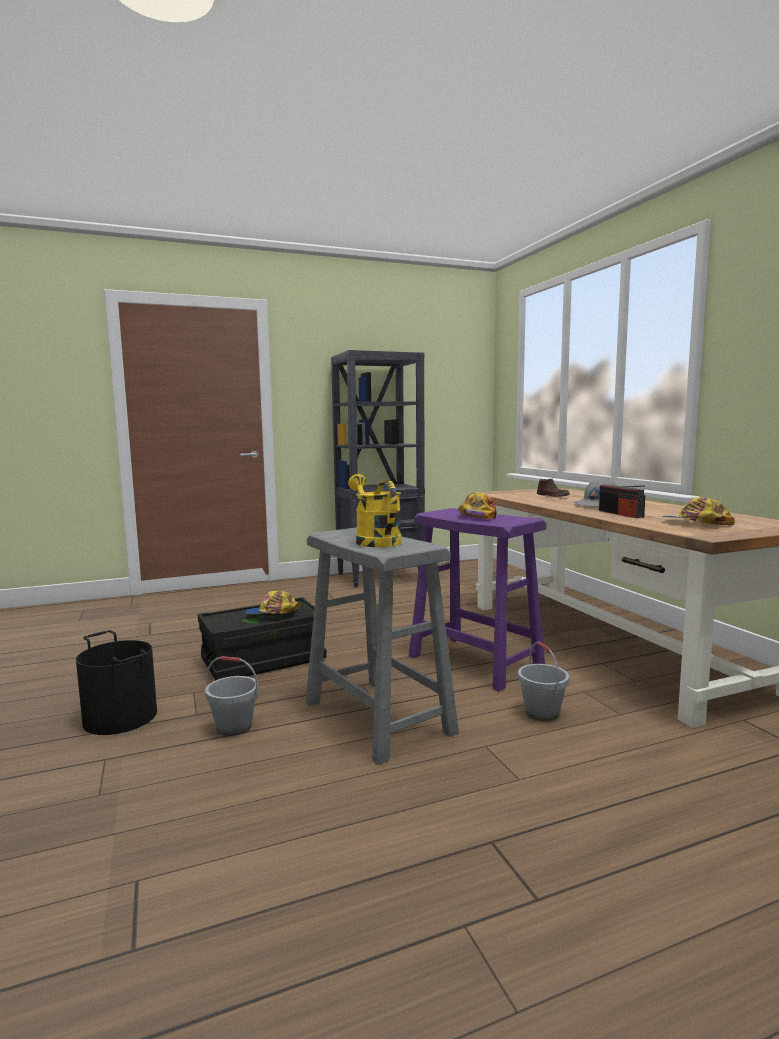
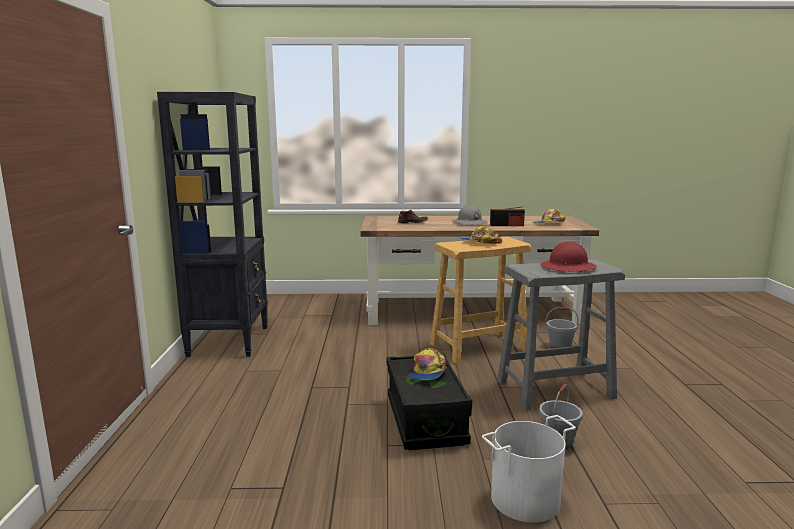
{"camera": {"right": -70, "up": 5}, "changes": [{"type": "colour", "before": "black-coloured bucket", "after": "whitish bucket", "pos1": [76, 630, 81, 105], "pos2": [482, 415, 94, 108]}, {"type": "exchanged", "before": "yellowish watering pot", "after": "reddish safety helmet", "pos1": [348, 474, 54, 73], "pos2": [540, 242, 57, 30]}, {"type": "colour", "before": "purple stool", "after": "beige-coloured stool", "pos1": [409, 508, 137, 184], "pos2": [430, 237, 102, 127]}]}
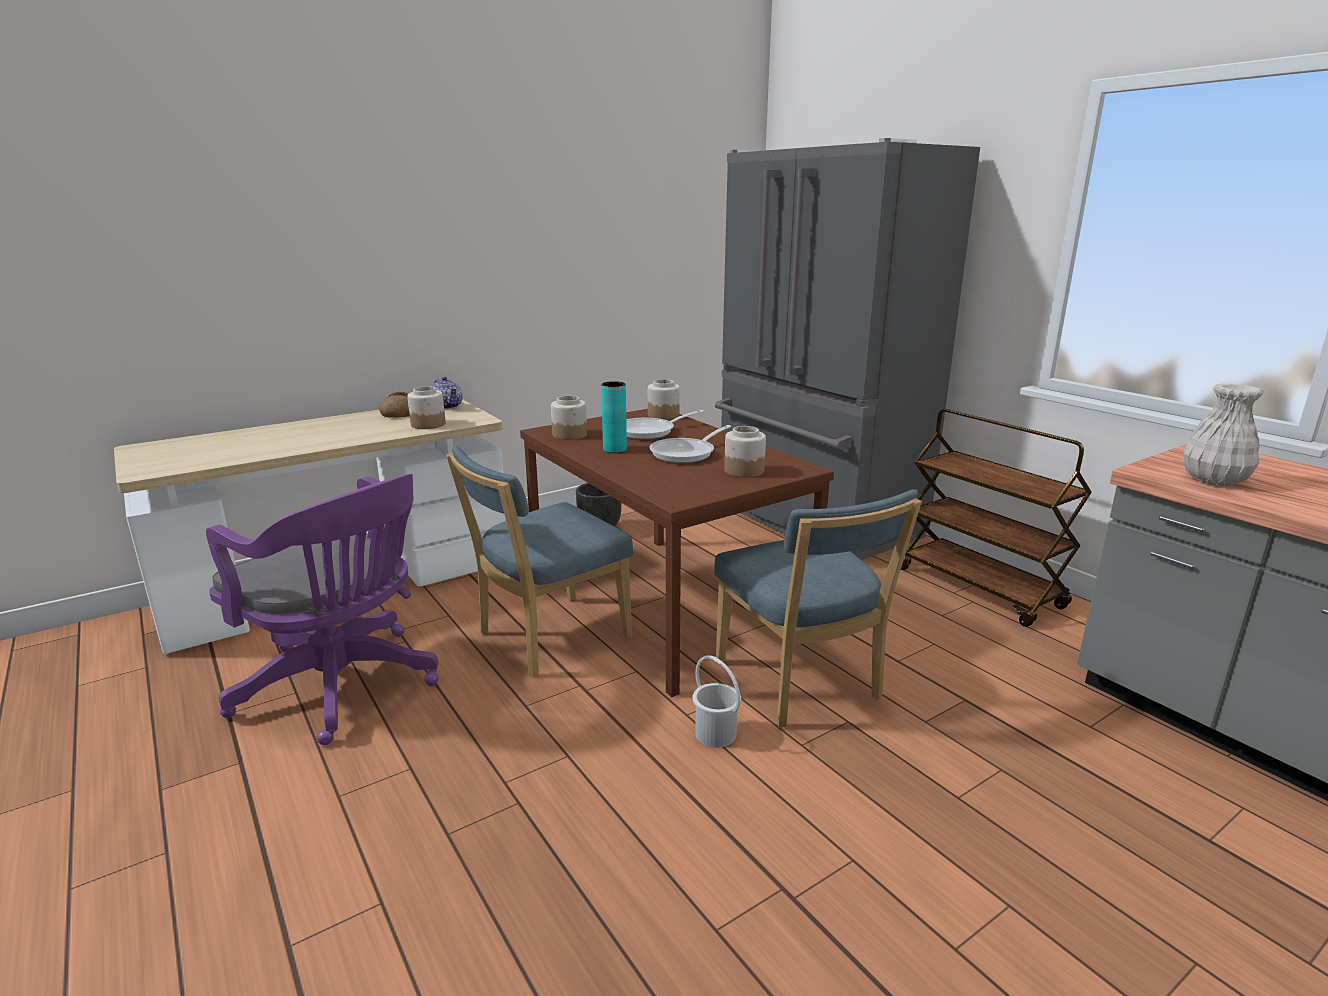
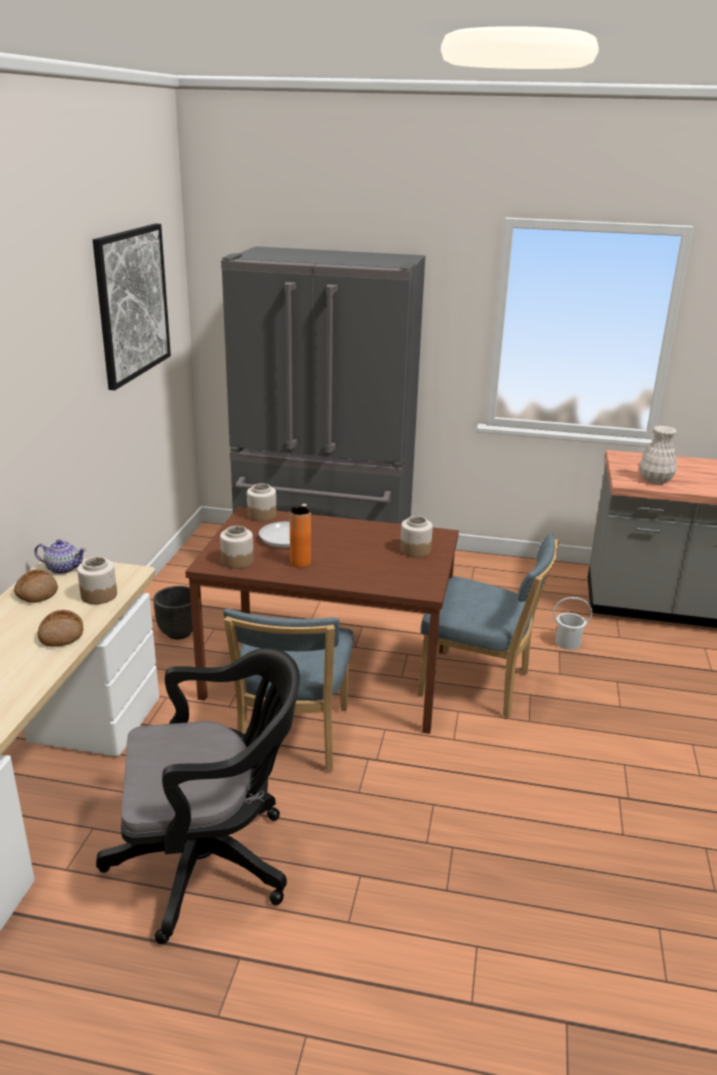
{"camera": {"right": -45, "up": 5}, "changes": [{"type": "colour", "before": "purple computer chair", "after": "black-coloured computer chair", "pos1": [206, 474, 233, 271], "pos2": [96, 648, 204, 296]}, {"type": "colour", "before": "turquoise-coloured vase", "after": "orangey vase", "pos1": [601, 381, 26, 72], "pos2": [290, 506, 21, 62]}, {"type": "missing", "before": "skillet", "pos1": [649, 425, 82, 38]}, {"type": "relocated", "before": "whitish bucket", "pos1": [693, 655, 48, 93], "pos2": [553, 597, 39, 53]}, {"type": "missing", "before": "brown-coloured cart", "pos1": [901, 409, 191, 218]}, {"type": "appeared", "after": "bread", "pos2": [38, 610, 45, 37]}, {"type": "appeared", "after": "wall art", "pos2": [93, 224, 78, 166]}]}
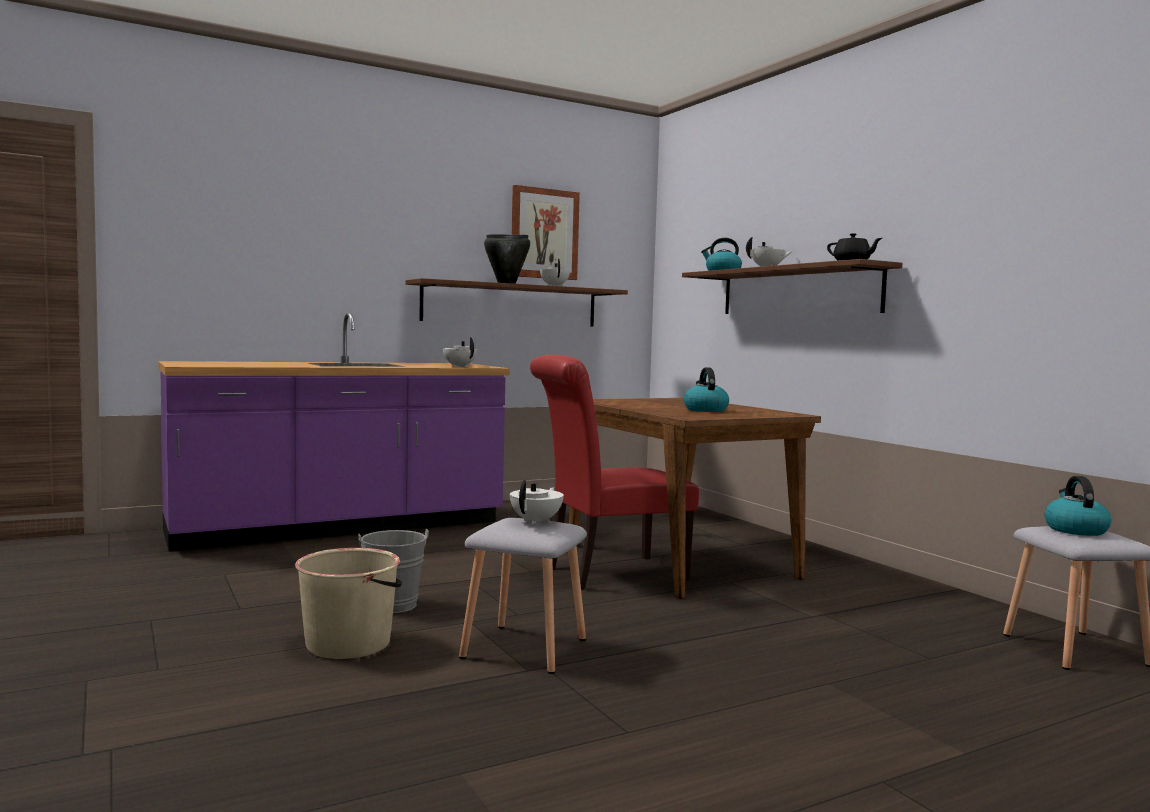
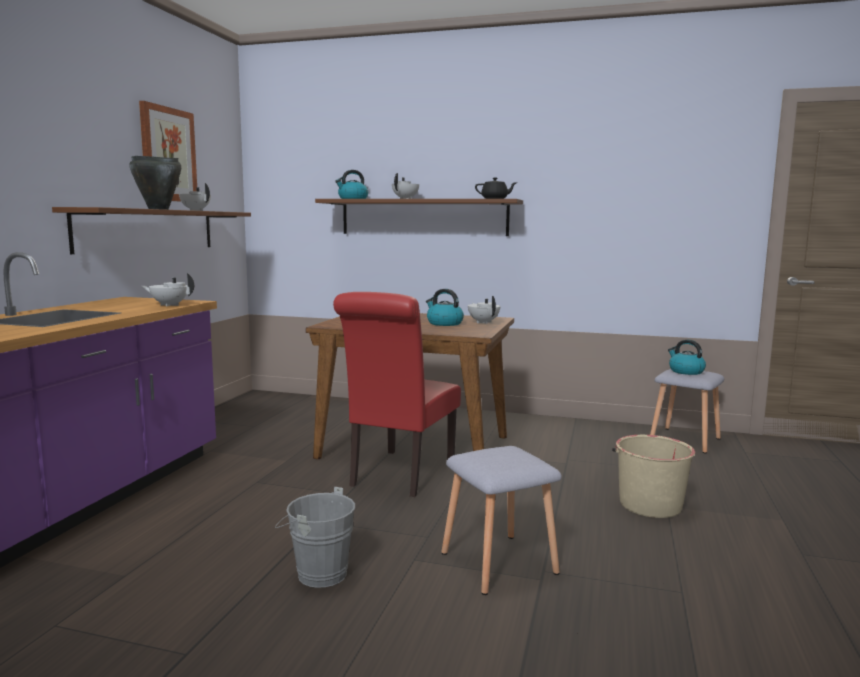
{"camera": {"right": -45, "up": 5}, "changes": [{"type": "relocated", "before": "beige-coloured bucket", "pos1": [295, 548, 107, 111], "pos2": [612, 435, 84, 83]}, {"type": "relocated", "before": "whitish tea pot", "pos1": [510, 479, 54, 46], "pos2": [468, 296, 32, 28]}]}
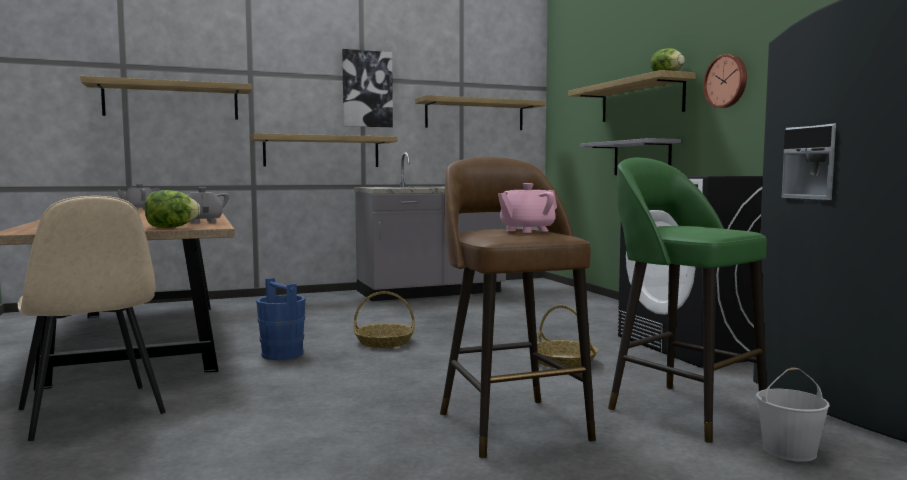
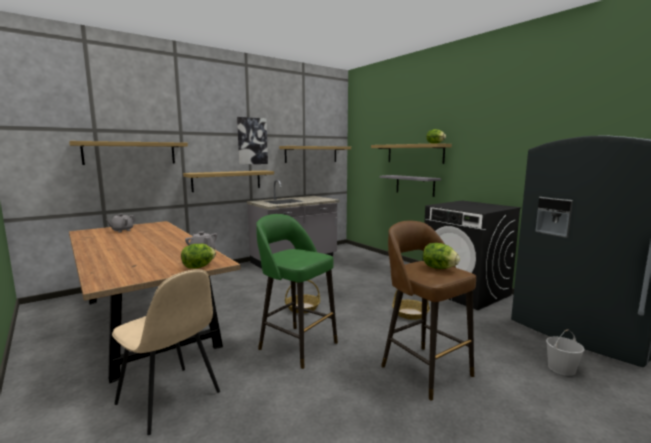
{"camera": {"right": -15, "up": 5}, "changes": [{"type": "missing", "before": "blue-coloured bucket", "pos1": [256, 278, 50, 82]}, {"type": "exchanged", "before": "pink tea pot", "after": "lettuce head", "pos1": [498, 183, 59, 50], "pos2": [423, 243, 37, 26]}, {"type": "relocated", "before": "green-coloured stool", "pos1": [608, 158, 159, 286], "pos2": [256, 214, 82, 155]}, {"type": "missing", "before": "hanging clock", "pos1": [703, 54, 44, 54]}]}
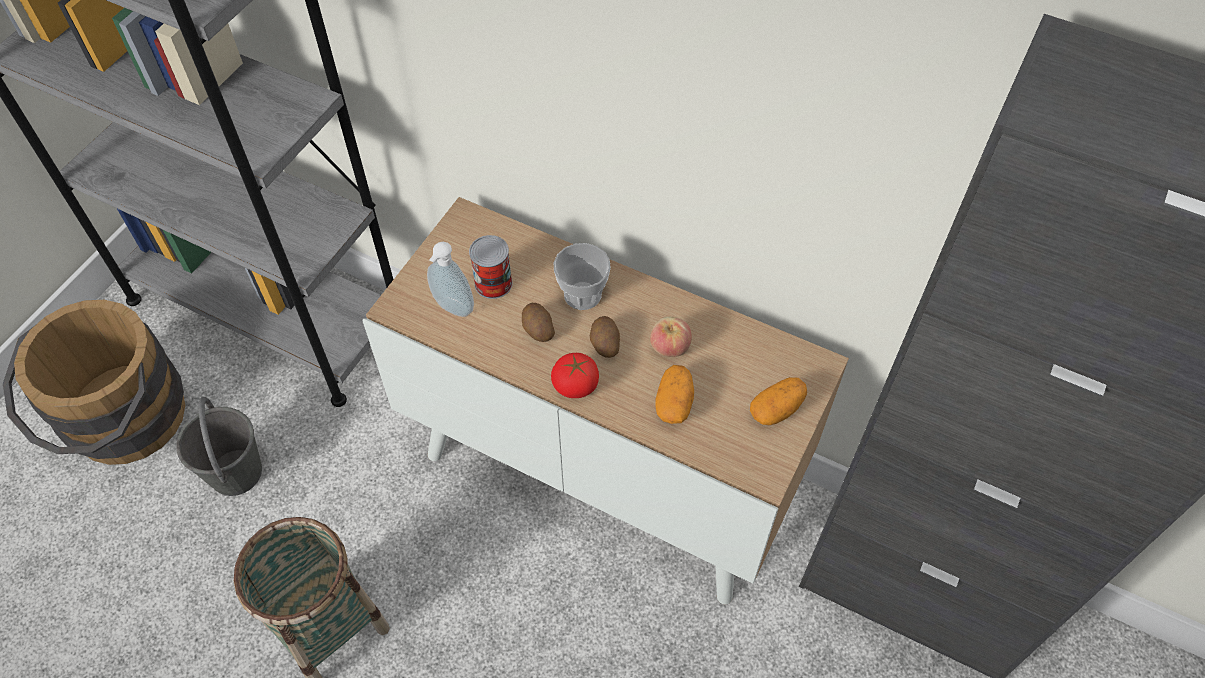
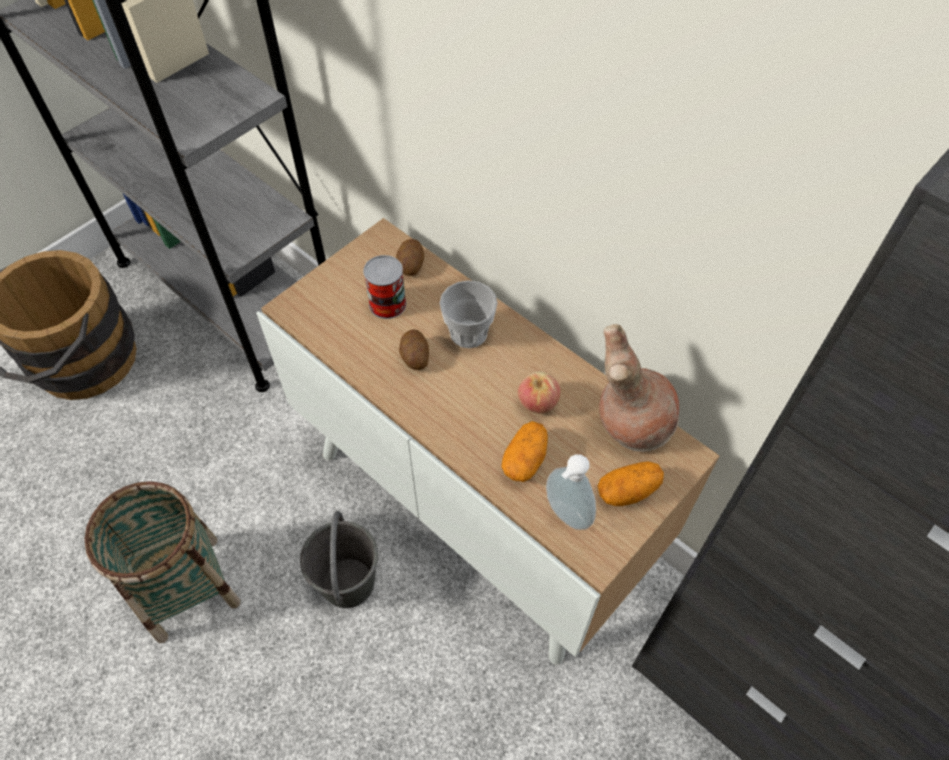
{"camera": {"right": 15, "up": 0}, "changes": [{"type": "relocated", "before": "gray bucket", "pos1": [176, 397, 86, 99], "pos2": [300, 511, 78, 97]}, {"type": "relocated", "before": "liquid soap bottle", "pos1": [427, 242, 47, 75], "pos2": [546, 454, 50, 76]}, {"type": "missing", "before": "tomato", "pos1": [551, 353, 48, 45]}, {"type": "relocated", "before": "spud", "pos1": [590, 316, 30, 42], "pos2": [396, 239, 28, 37]}, {"type": "appeared", "after": "brown-coloured vase", "pos2": [599, 324, 80, 128]}]}
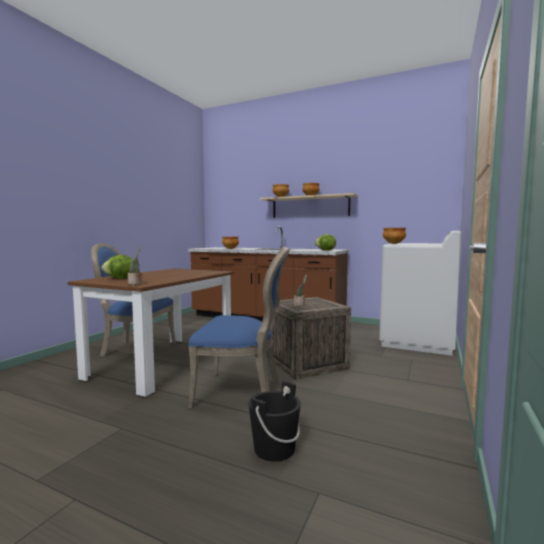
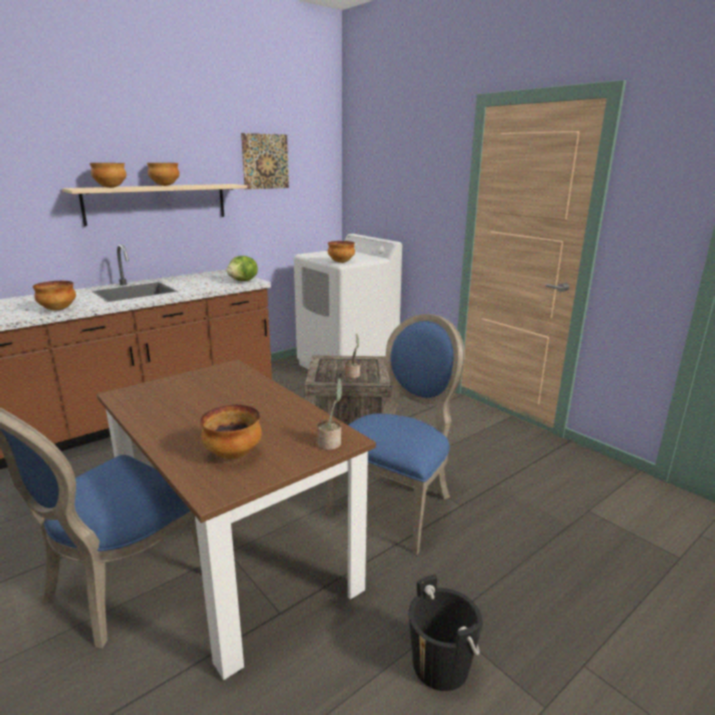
{"camera": {"right": -65, "up": 15}, "changes": [{"type": "exchanged", "before": "lettuce head", "after": "serving bowl", "pos1": [102, 255, 31, 24], "pos2": [200, 405, 62, 54]}, {"type": "relocated", "before": "black-coloured bucket", "pos1": [248, 381, 53, 81], "pos2": [409, 575, 74, 116]}, {"type": "appeared", "after": "wall art", "pos2": [241, 133, 48, 56]}]}
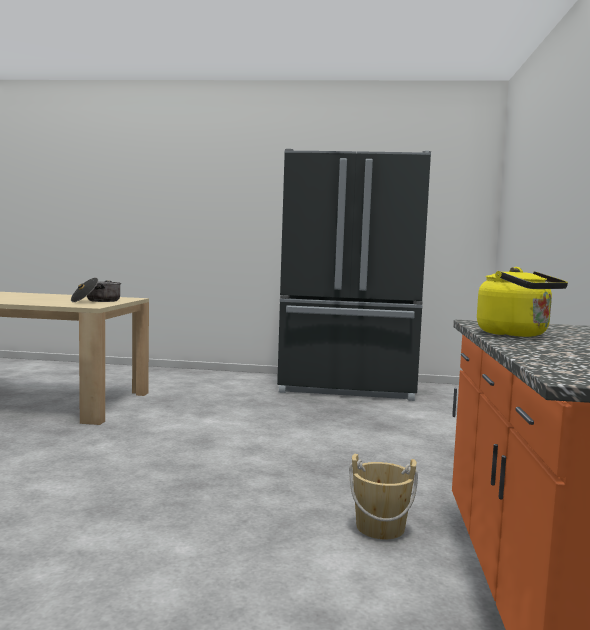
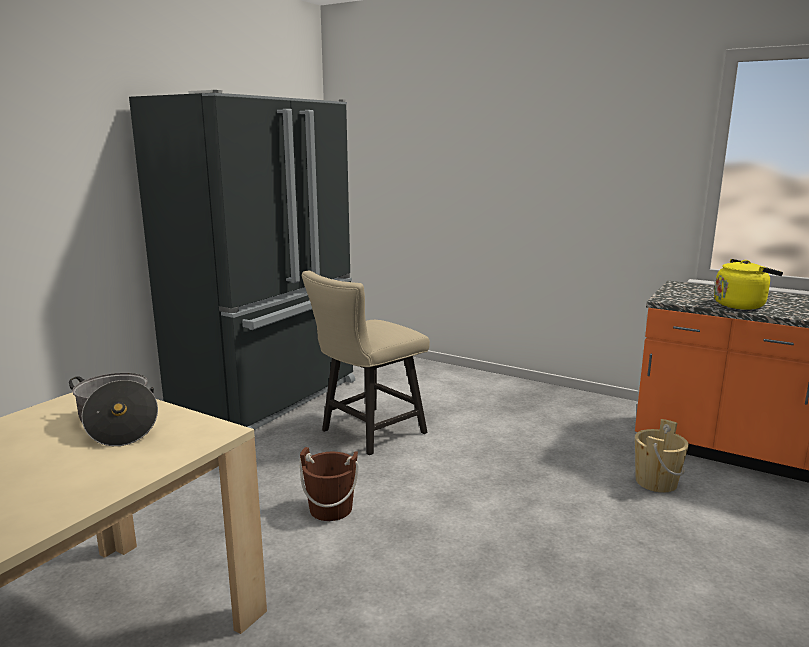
{"camera": {"right": -65, "up": 10}, "changes": [{"type": "appeared", "after": "brown-coloured bucket", "pos2": [300, 447, 59, 74]}, {"type": "appeared", "after": "beige-coloured plain chair", "pos2": [301, 271, 129, 184]}]}
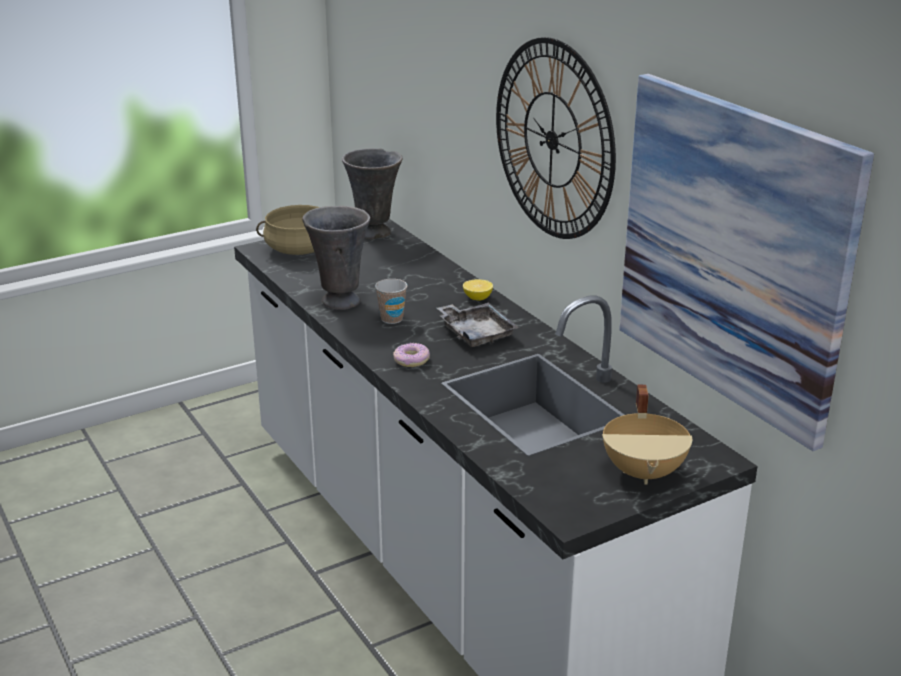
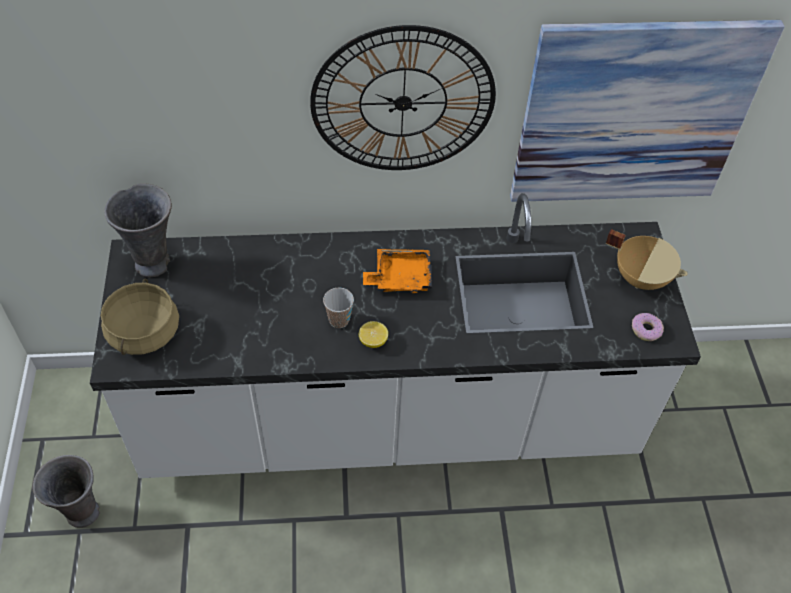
{"camera": {"right": -65, "up": 25}, "changes": [{"type": "relocated", "before": "gray vase", "pos1": [302, 206, 68, 104], "pos2": [33, 455, 67, 73]}, {"type": "relocated", "before": "doughnut", "pos1": [393, 343, 37, 24], "pos2": [632, 313, 32, 28]}, {"type": "colour", "before": "gray carrying tray", "after": "orangey carrying tray", "pos1": [437, 303, 82, 44], "pos2": [363, 249, 69, 44]}, {"type": "relocated", "before": "citrus fruit", "pos1": [463, 279, 30, 22], "pos2": [359, 321, 29, 27]}]}
